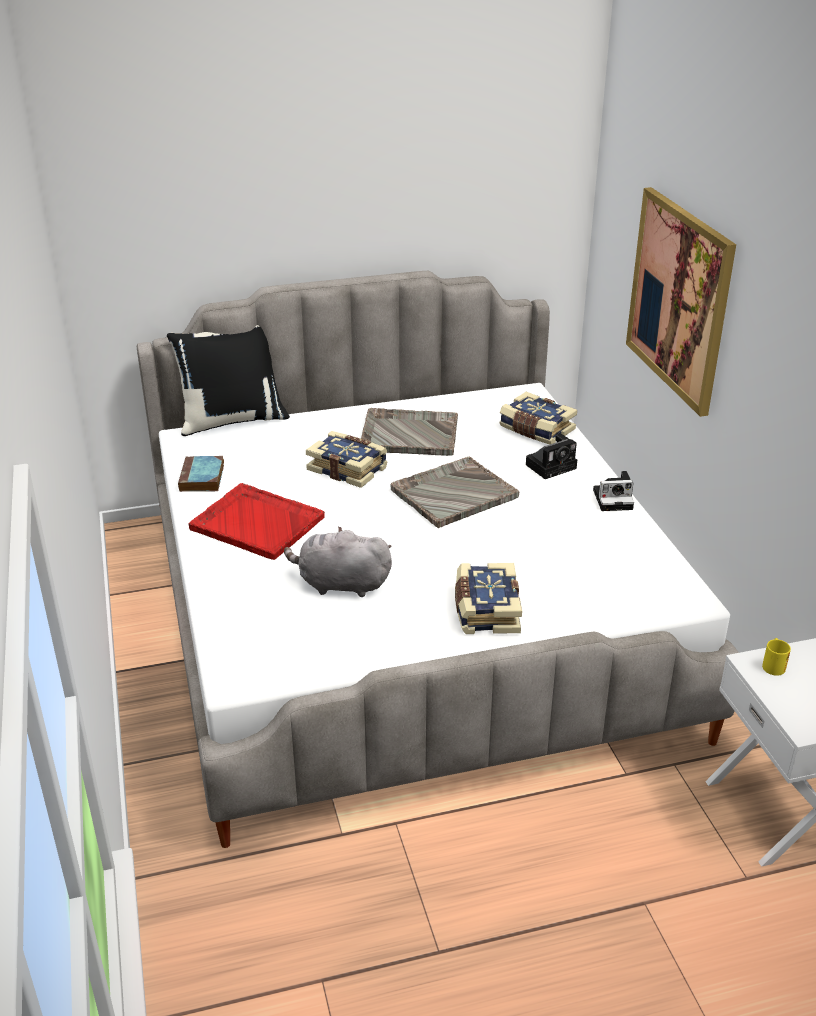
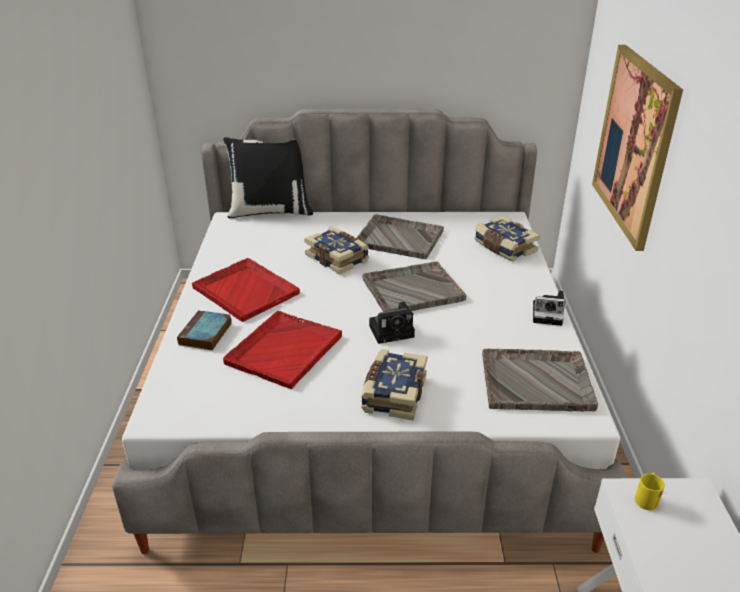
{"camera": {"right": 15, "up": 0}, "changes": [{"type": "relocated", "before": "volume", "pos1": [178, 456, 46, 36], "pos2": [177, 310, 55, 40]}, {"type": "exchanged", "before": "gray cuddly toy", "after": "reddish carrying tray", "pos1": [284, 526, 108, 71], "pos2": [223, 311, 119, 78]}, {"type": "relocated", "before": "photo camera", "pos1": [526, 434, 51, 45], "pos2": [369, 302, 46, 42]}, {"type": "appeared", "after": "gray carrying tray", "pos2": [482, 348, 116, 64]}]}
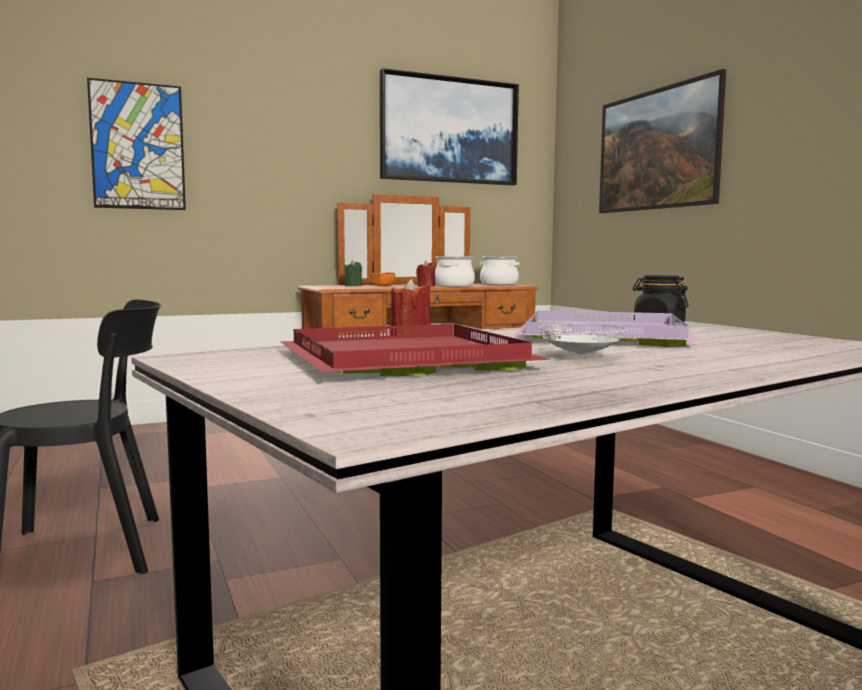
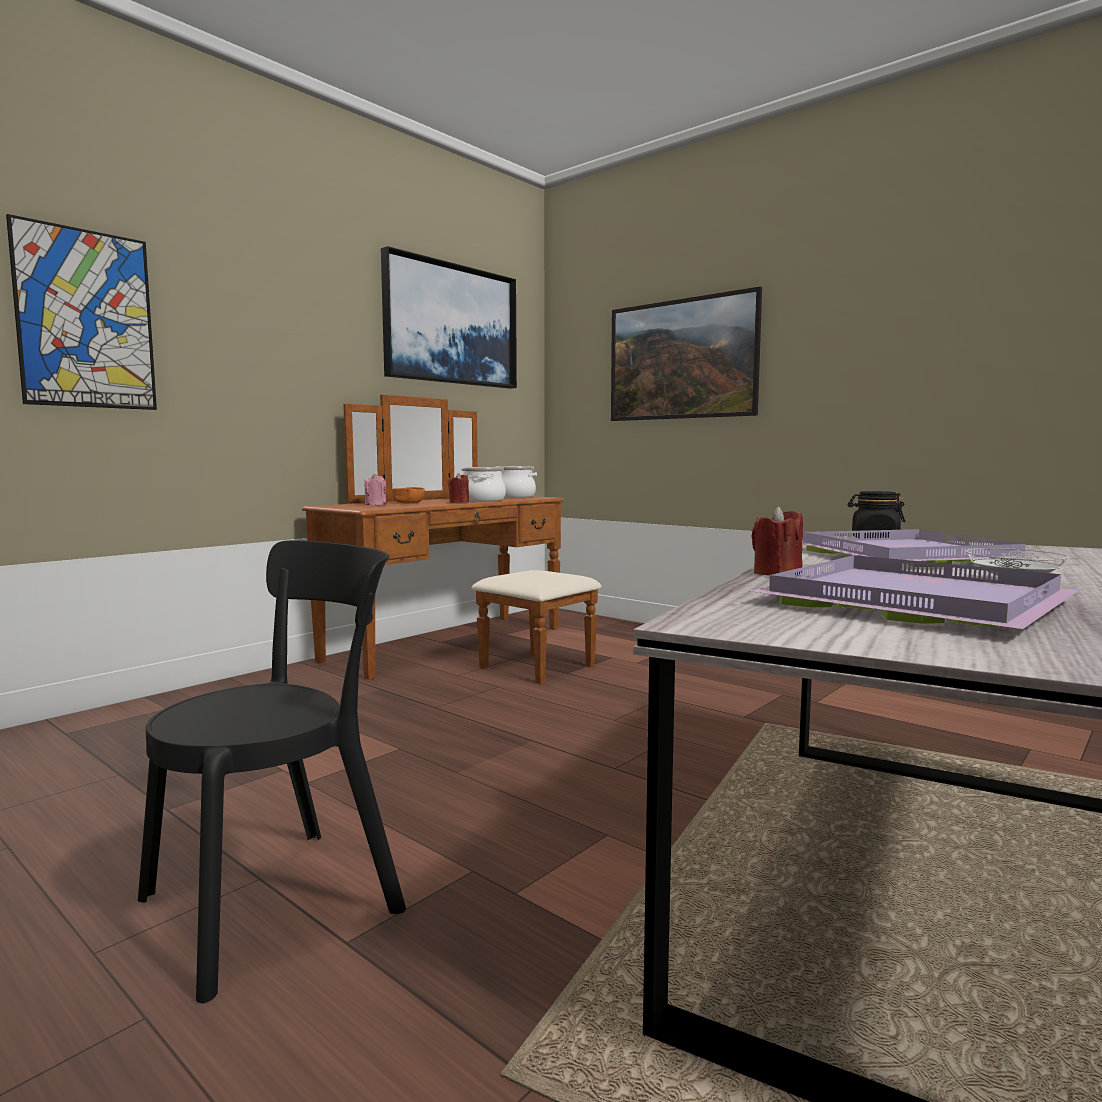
{"camera": {"right": -25, "up": 0}, "changes": [{"type": "colour", "before": "reddish carrying tray", "after": "purple carrying tray", "pos1": [281, 324, 270, 52], "pos2": [751, 555, 328, 74]}, {"type": "colour", "before": "green-coloured wax candle", "after": "pink wax candle", "pos1": [344, 260, 18, 26], "pos2": [364, 474, 22, 31]}]}
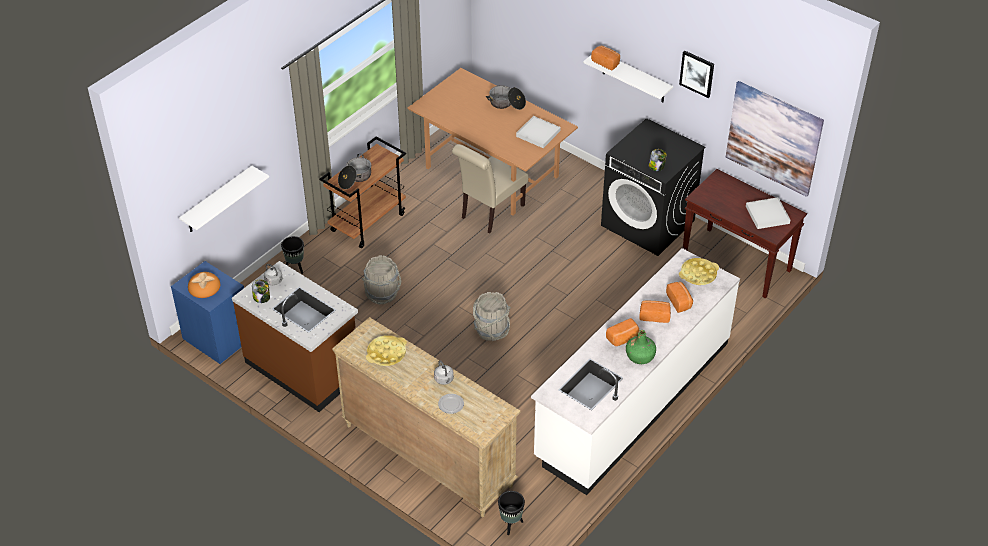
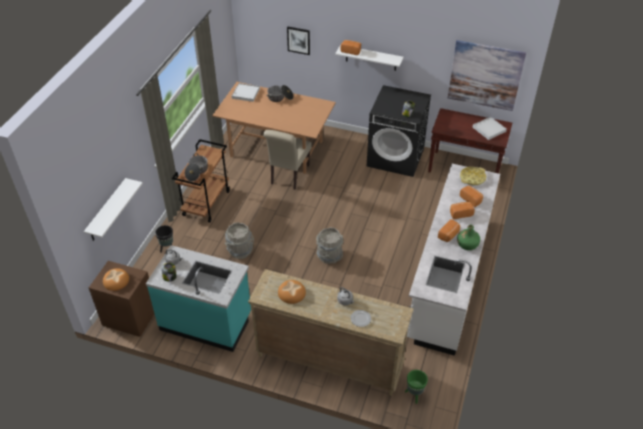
{"camera": {"right": -20, "up": 0}, "changes": [{"type": "colour", "before": "blue-coloured nightstand", "after": "brown-coloured nightstand", "pos1": [171, 261, 73, 103], "pos2": [89, 261, 66, 76]}, {"type": "colour", "before": "brown-coloured counter", "after": "turquoise-coloured counter", "pos1": [232, 261, 126, 151], "pos2": [146, 245, 105, 107]}, {"type": "exchanged", "before": "yellowish carrying tray", "after": "bread", "pos1": [366, 335, 41, 31], "pos2": [278, 280, 28, 24]}, {"type": "colour", "before": "black-coloured planter", "after": "green-coloured planter", "pos1": [498, 491, 27, 44], "pos2": [405, 370, 23, 34]}, {"type": "relocated", "before": "whitish carrying tray", "pos1": [516, 116, 45, 32], "pos2": [232, 83, 28, 19]}, {"type": "relocated", "before": "wall art", "pos1": [679, 50, 35, 48], "pos2": [287, 27, 23, 28]}]}
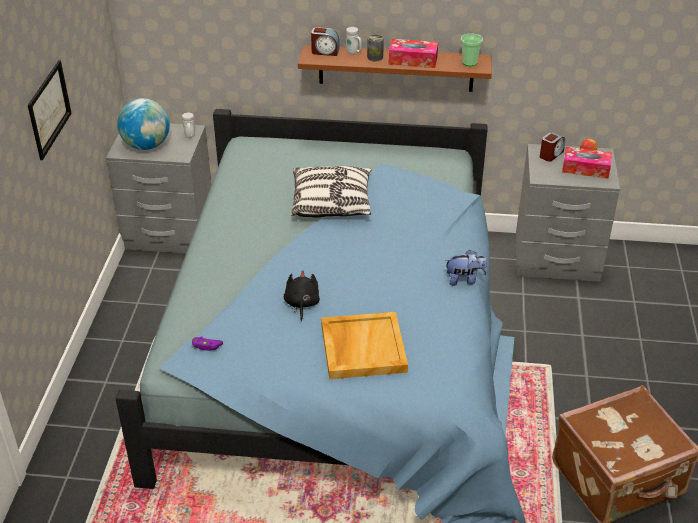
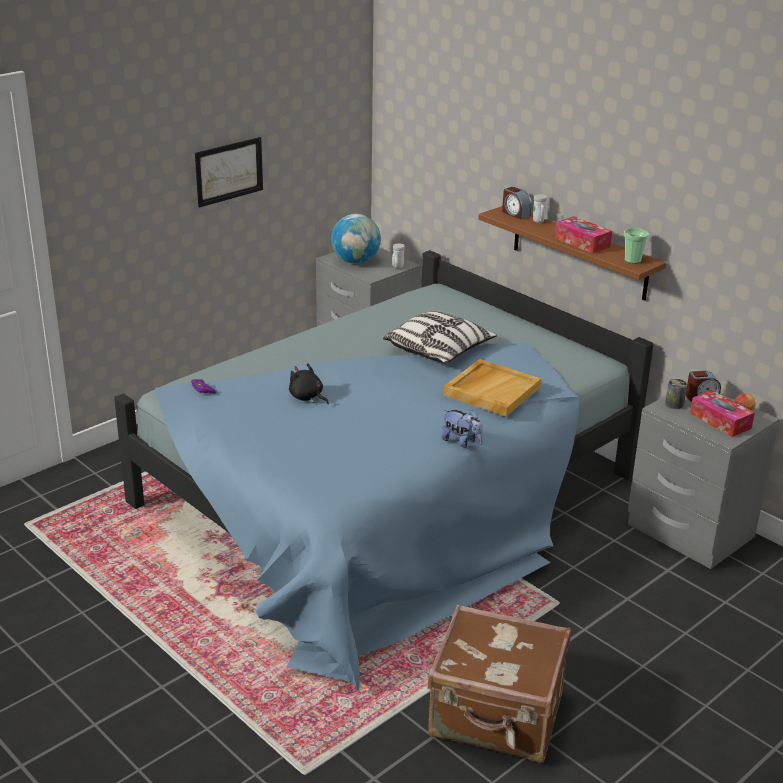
{"camera": {"right": 40, "up": -10}, "changes": [{"type": "spun", "before": "black-coloured cuddly toy", "pos1": [284, 270, 36, 51], "pos2": [289, 363, 40, 41], "turn": -90}, {"type": "relocated", "before": "beige-coloured carrying tray", "pos1": [321, 312, 87, 67], "pos2": [443, 359, 99, 58]}, {"type": "relocated", "before": "can", "pos1": [367, 34, 17, 27], "pos2": [665, 379, 22, 30]}]}
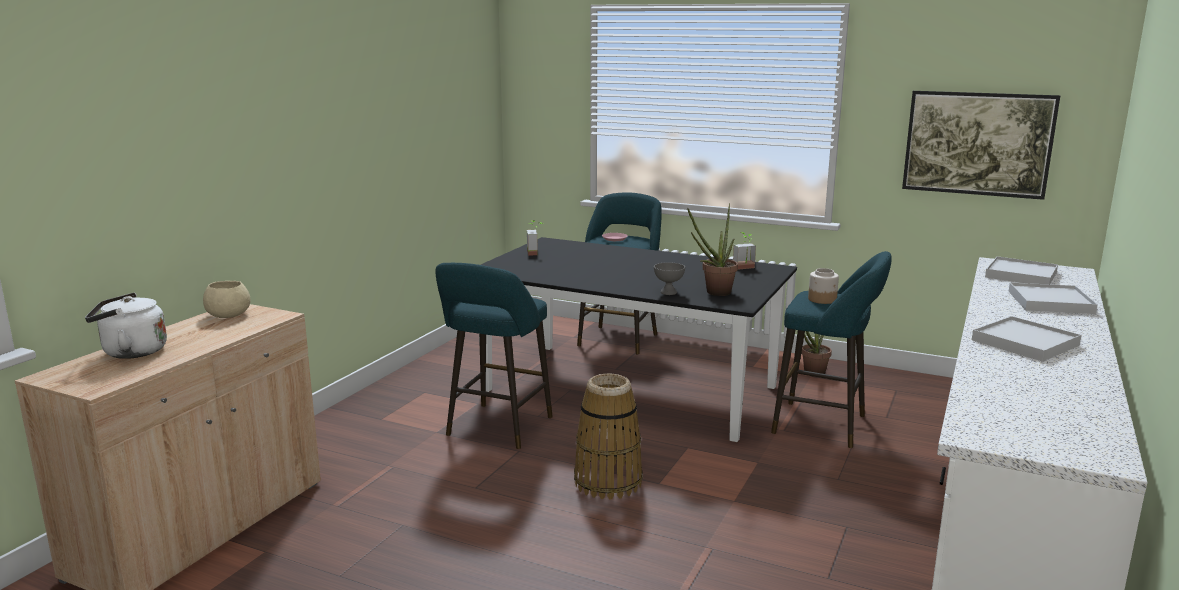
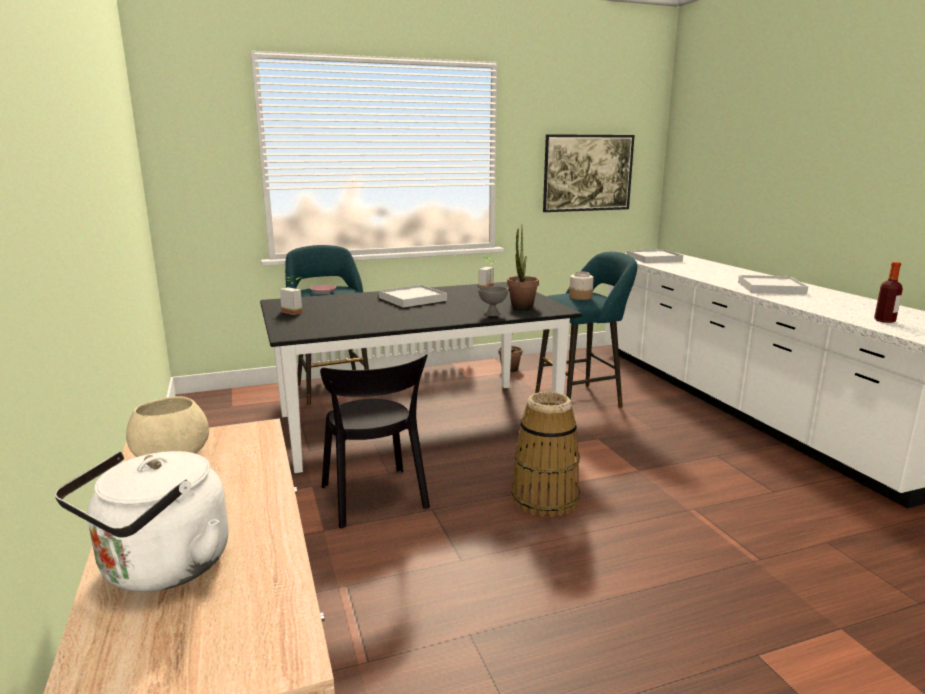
{"camera": {"right": -45, "up": 0}, "changes": [{"type": "exchanged", "before": "turquoise-coloured stool", "after": "black-coloured plain chair", "pos1": [435, 263, 118, 186], "pos2": [320, 354, 110, 174]}, {"type": "relocated", "before": "whitish carrying tray", "pos1": [1008, 282, 90, 32], "pos2": [379, 285, 68, 23]}, {"type": "appeared", "after": "drink bottle", "pos2": [874, 262, 29, 61]}]}
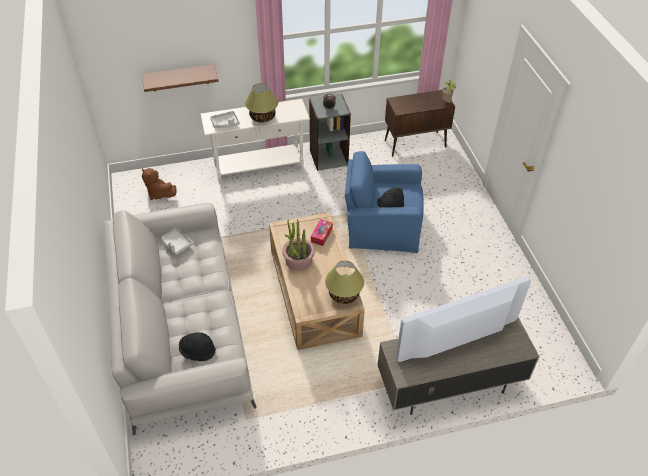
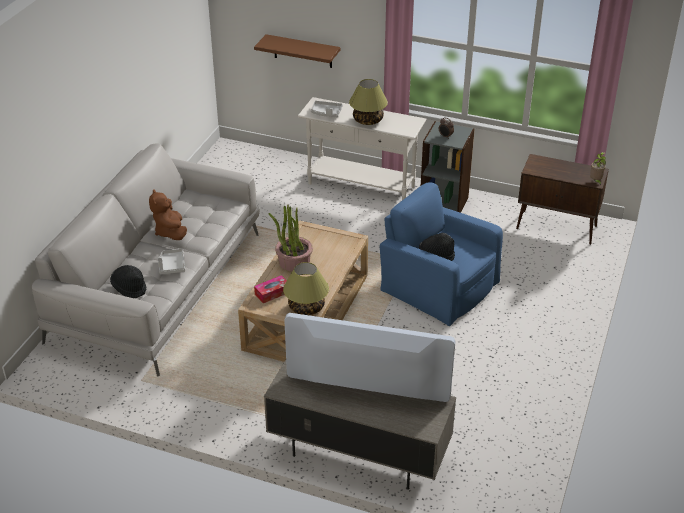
{"camera": {"right": 35, "up": -10}, "changes": [{"type": "relocated", "before": "brown-coloured cuddly toy", "pos1": [142, 168, 35, 32], "pos2": [149, 189, 38, 51]}, {"type": "relocated", "before": "gray carrying tray", "pos1": [163, 228, 30, 27], "pos2": [158, 249, 27, 25]}, {"type": "relocated", "before": "tissue box", "pos1": [311, 219, 22, 27], "pos2": [254, 275, 33, 28]}]}
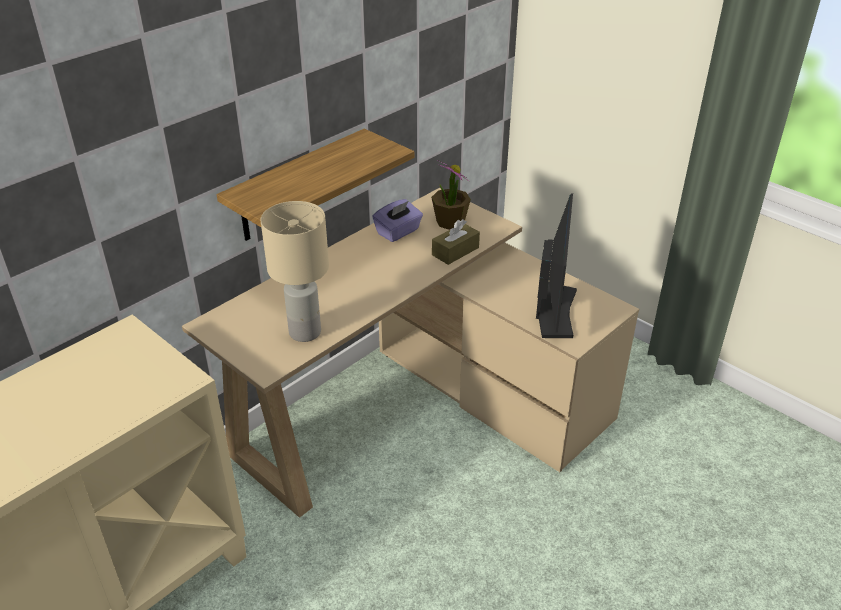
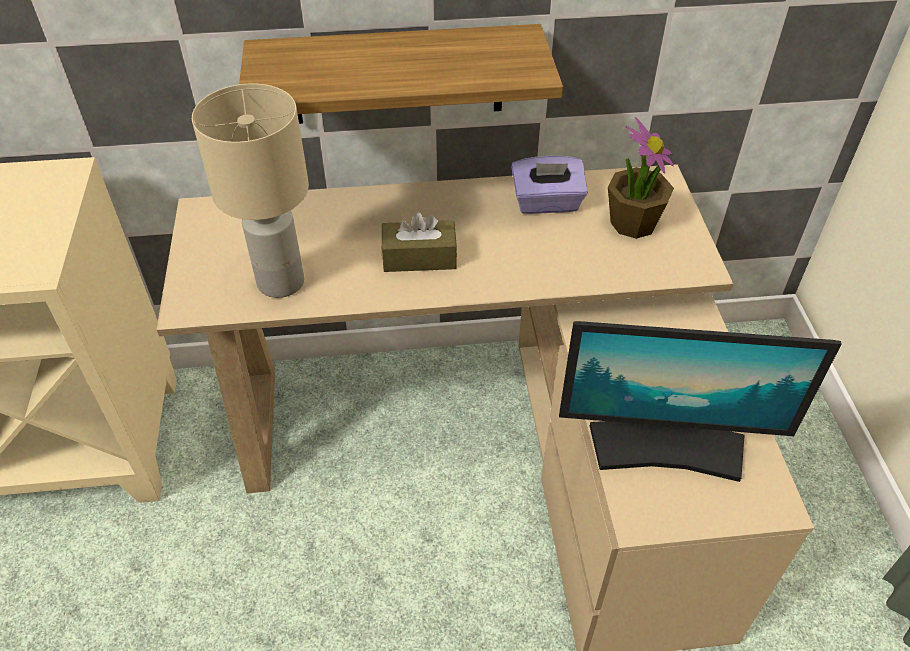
{"camera": {"right": 40, "up": 10}, "changes": [{"type": "relocated", "before": "brown-coloured tissue box", "pos1": [432, 219, 48, 46], "pos2": [382, 212, 75, 60]}, {"type": "spun", "before": "computer screen", "pos1": [536, 193, 41, 145], "pos2": [559, 321, 282, 161], "turn": 45}]}
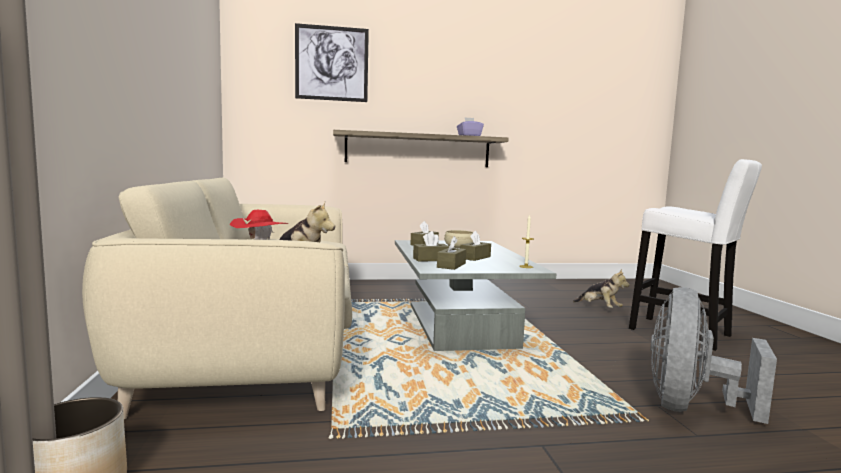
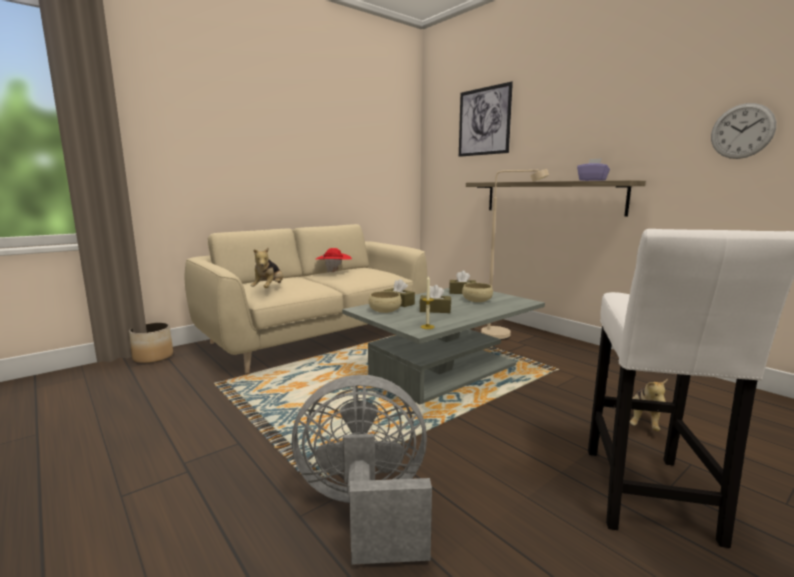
{"camera": {"right": 60, "up": 5}, "changes": [{"type": "exchanged", "before": "brown-coloured tissue box", "after": "beige-coloured serving bowl", "pos1": [437, 236, 29, 34], "pos2": [369, 291, 33, 22]}, {"type": "appeared", "after": "beige-coloured standing lamp", "pos2": [481, 169, 68, 171]}, {"type": "appeared", "after": "hanging clock", "pos2": [711, 103, 65, 56]}]}
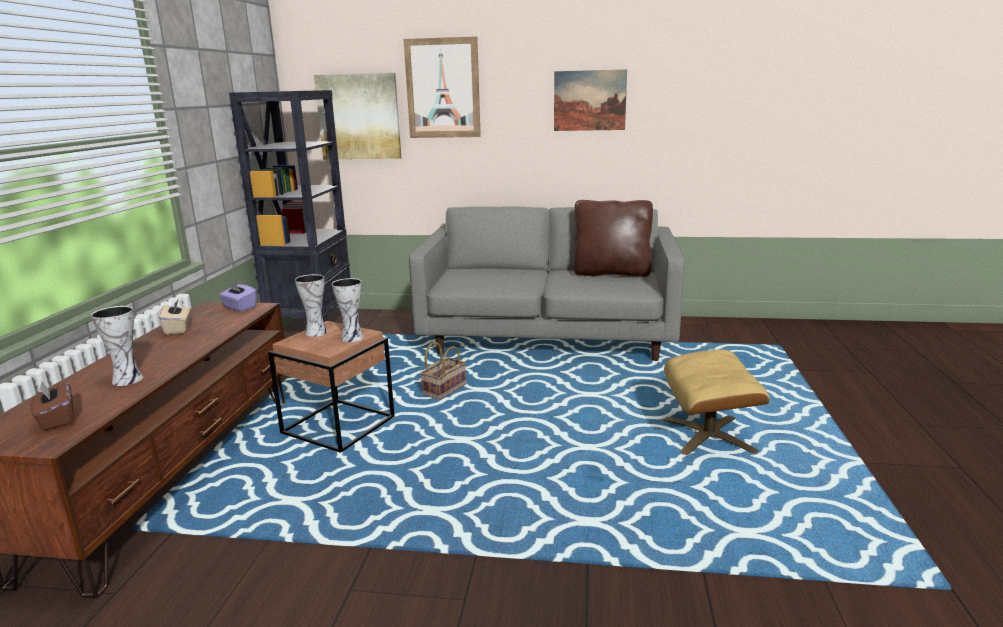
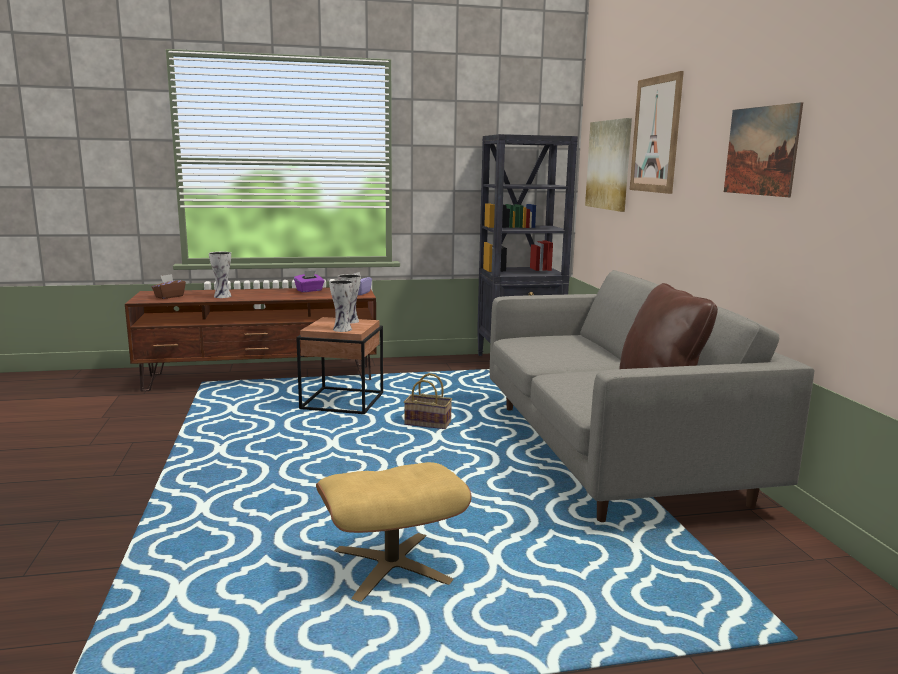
{"camera": {"right": 70, "up": -5}, "changes": [{"type": "colour", "before": "beige-coloured tissue box", "after": "purple tissue box", "pos1": [159, 298, 31, 37], "pos2": [294, 270, 30, 22]}]}
